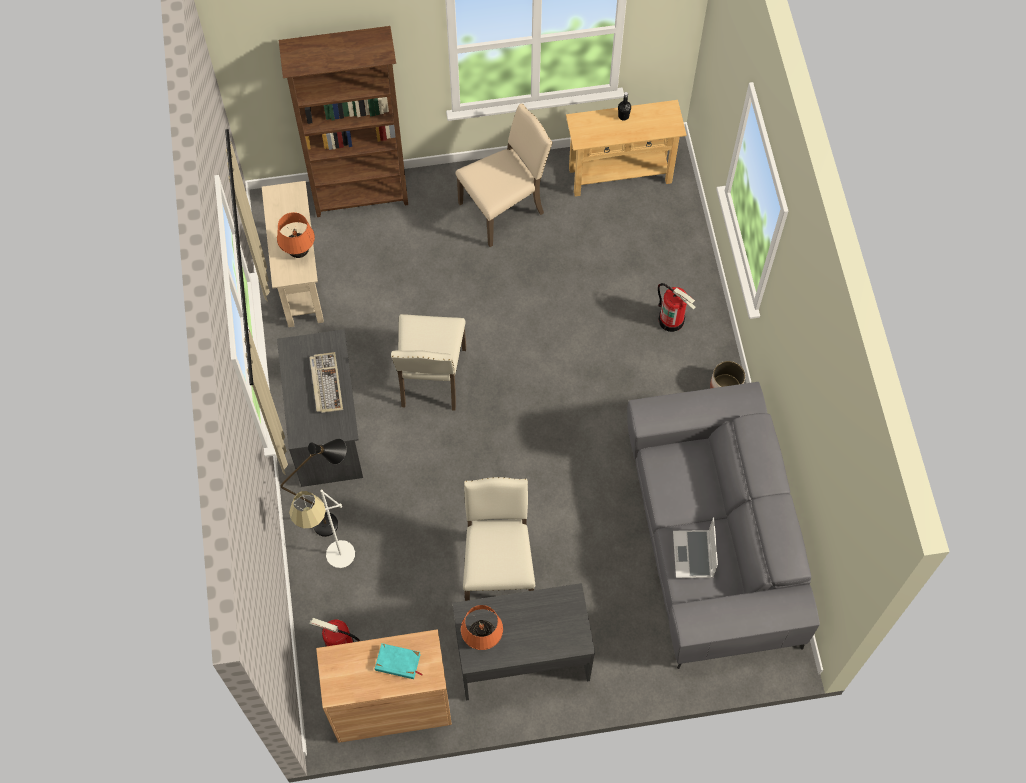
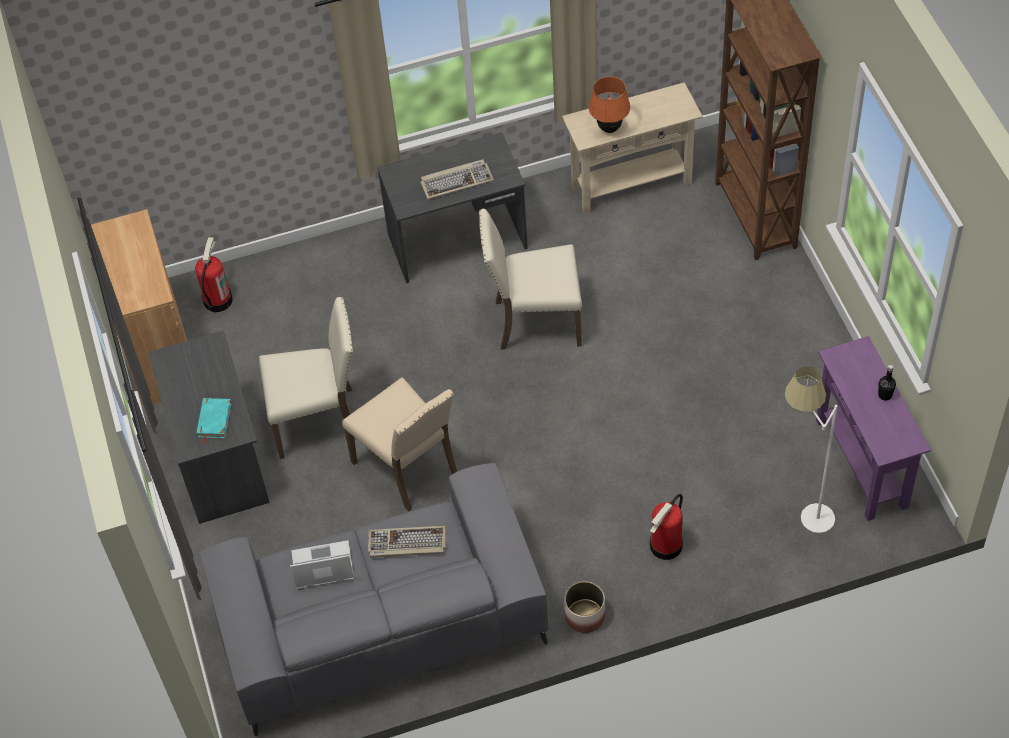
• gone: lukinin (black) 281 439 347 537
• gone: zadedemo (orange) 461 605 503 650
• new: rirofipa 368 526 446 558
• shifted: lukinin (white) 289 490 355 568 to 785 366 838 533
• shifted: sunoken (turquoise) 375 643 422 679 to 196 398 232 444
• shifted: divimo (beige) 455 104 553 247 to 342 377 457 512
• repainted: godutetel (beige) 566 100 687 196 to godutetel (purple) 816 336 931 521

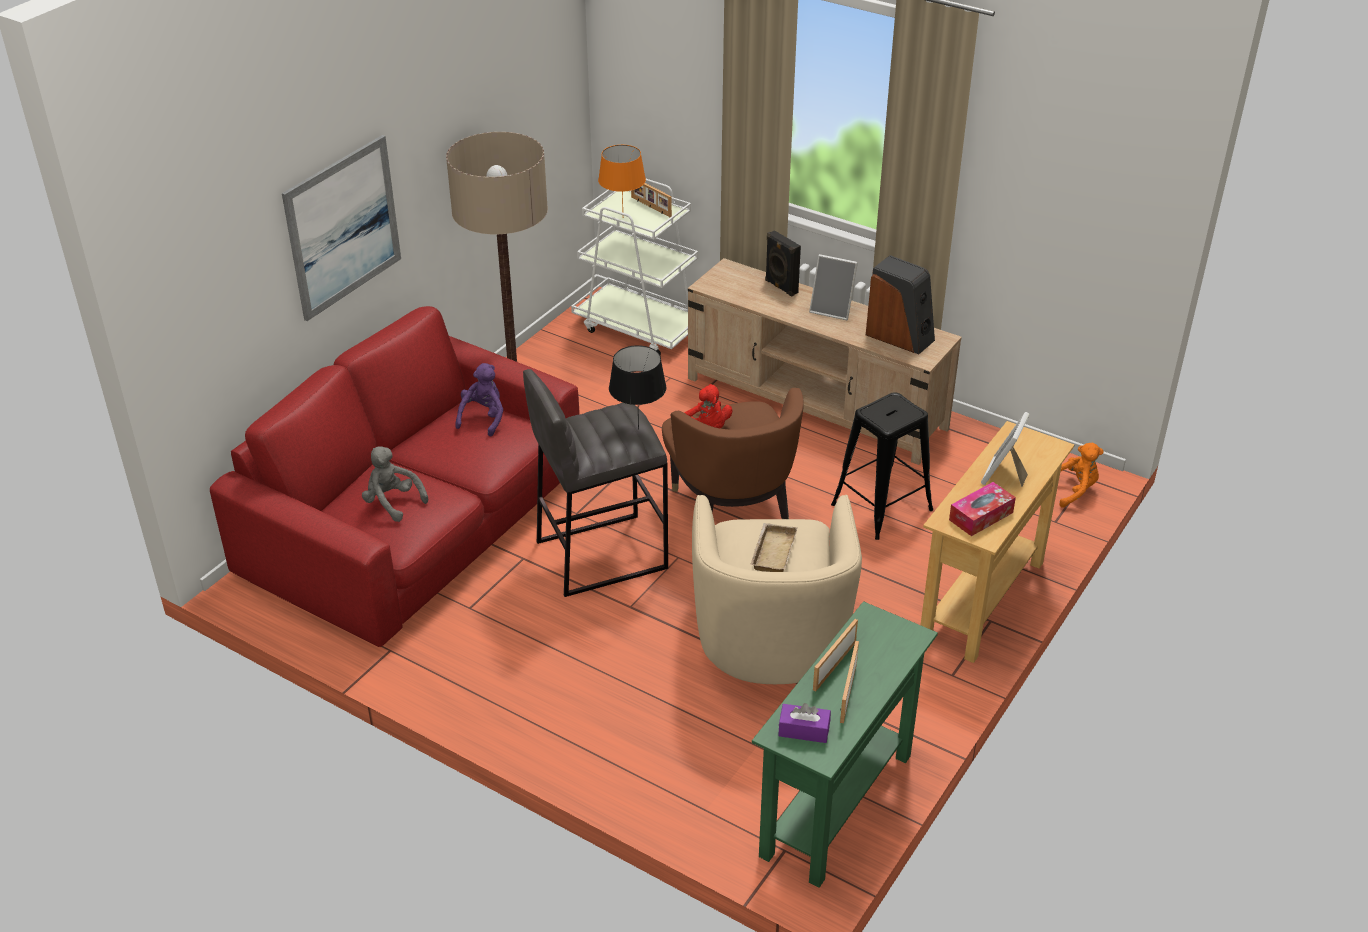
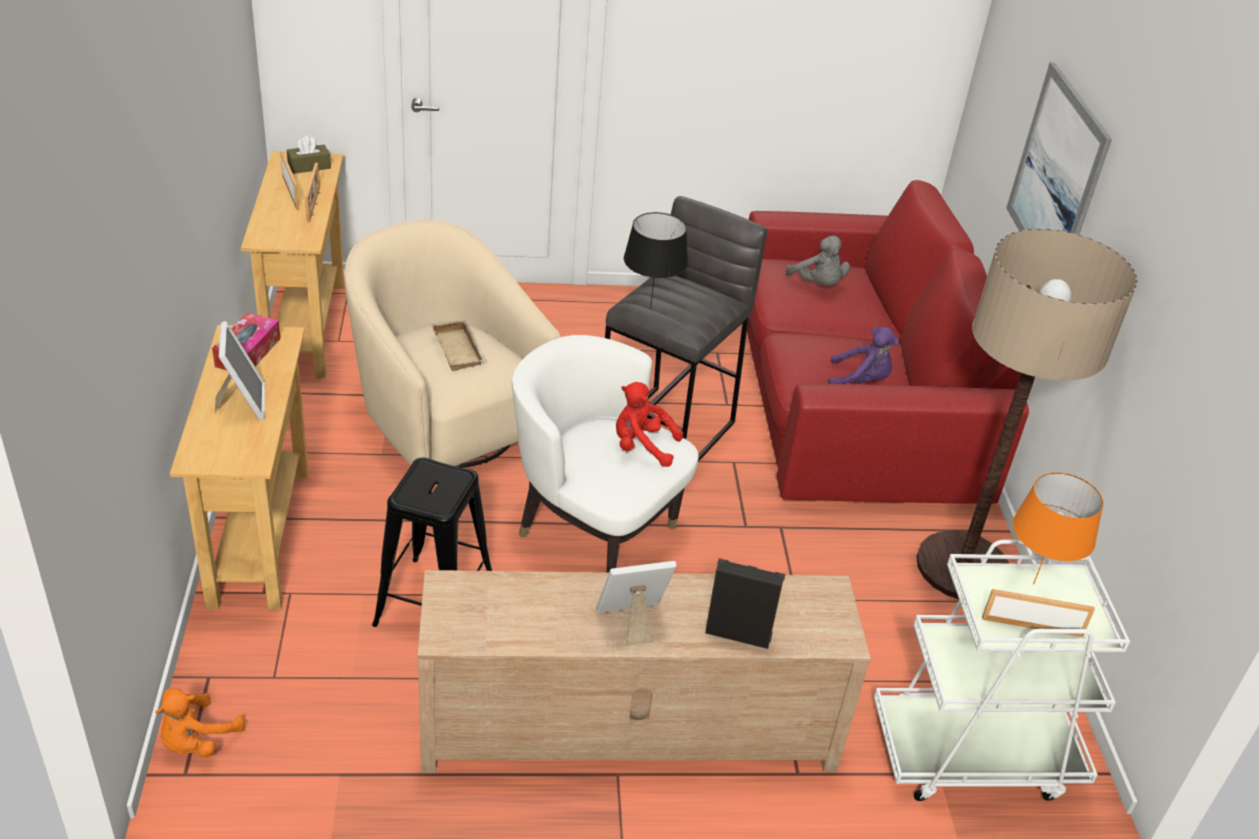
• gone: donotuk 866 255 935 354
• repainted: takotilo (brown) 662 388 804 519 to takotilo (white) 512 335 699 573
• repainted: godutetel (green) 752 601 938 888 to godutetel (beige) 241 151 344 379
• repainted: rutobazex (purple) 778 703 831 743 to rutobazex (brown) 287 136 331 174
• rotated: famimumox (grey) 362 446 428 522 = 786 235 850 286 60 degrees clockwise
• rotated: famimumox (purple) 455 363 503 436 = 828 327 899 384 60 degrees counterclockwise

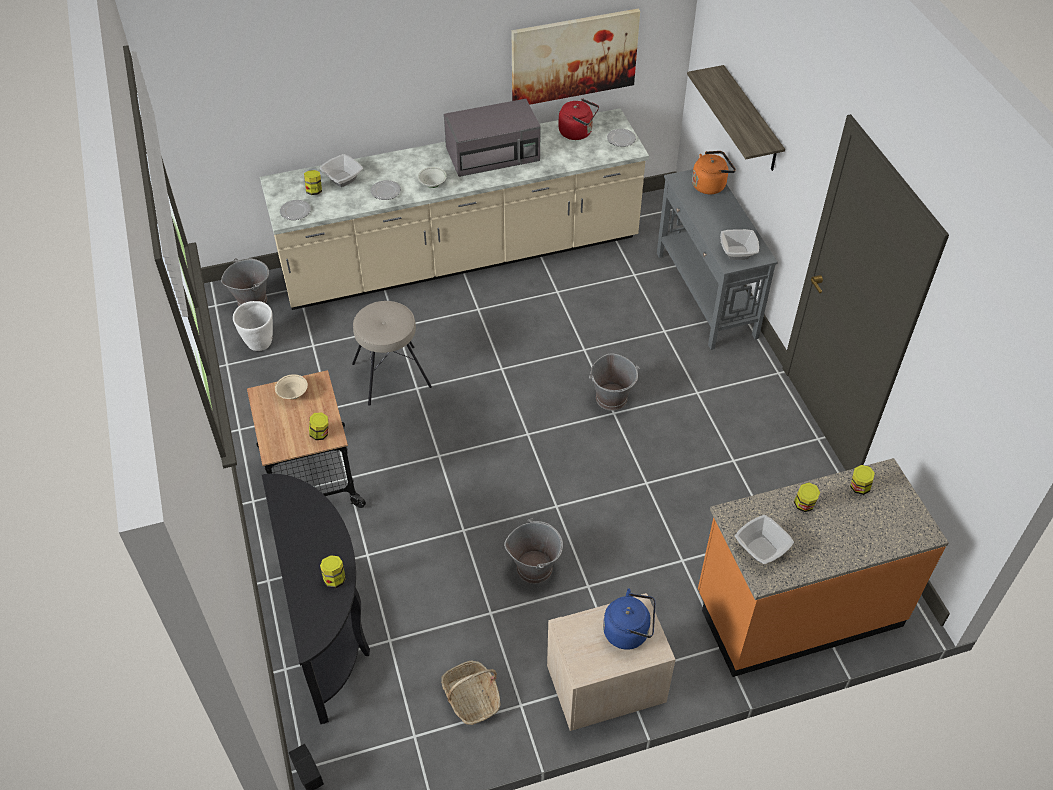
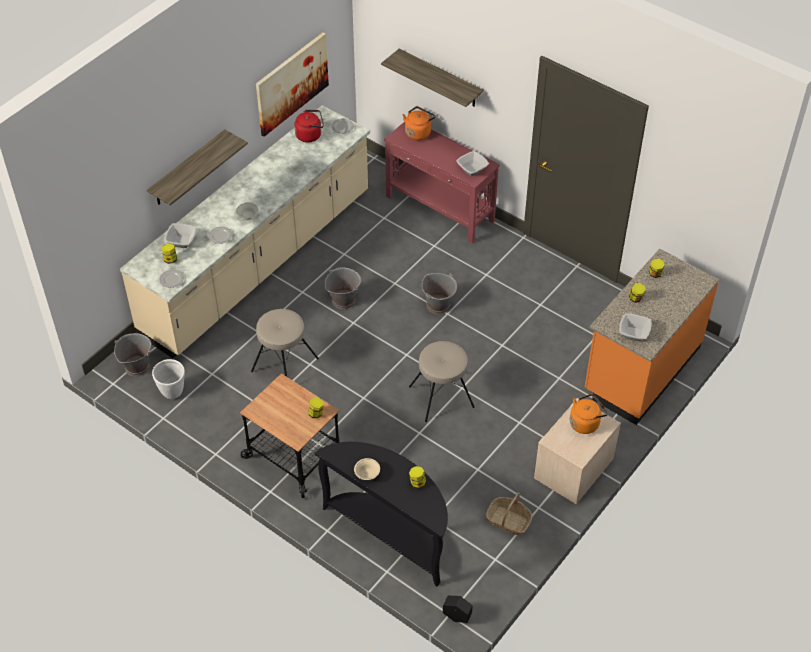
• gone: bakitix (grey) 444 99 541 177
• new: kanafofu 147 130 248 205
• new: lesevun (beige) 409 341 474 422
• shifted: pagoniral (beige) 275 374 308 399 to 354 458 380 480
• shifted: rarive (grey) 504 519 563 584 to 325 267 361 309
• repainted: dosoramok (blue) 603 589 655 650 to dosoramok (orange) 570 394 608 434
• repainted: godutetel (grey) 657 169 778 350 to godutetel (red) 384 122 500 243

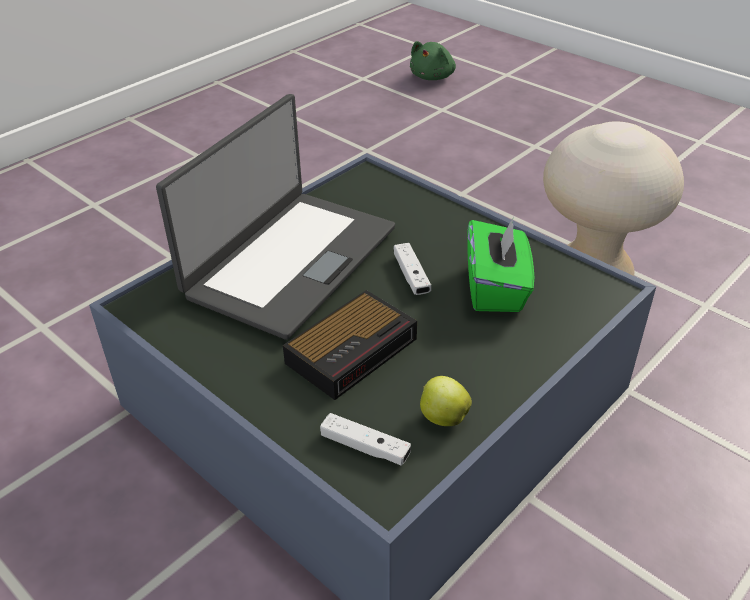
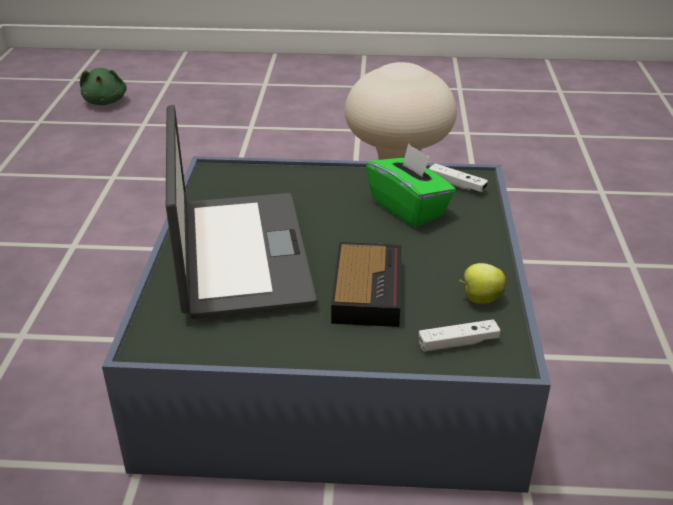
• shifted: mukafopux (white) 394 243 431 295 to 429 163 488 192

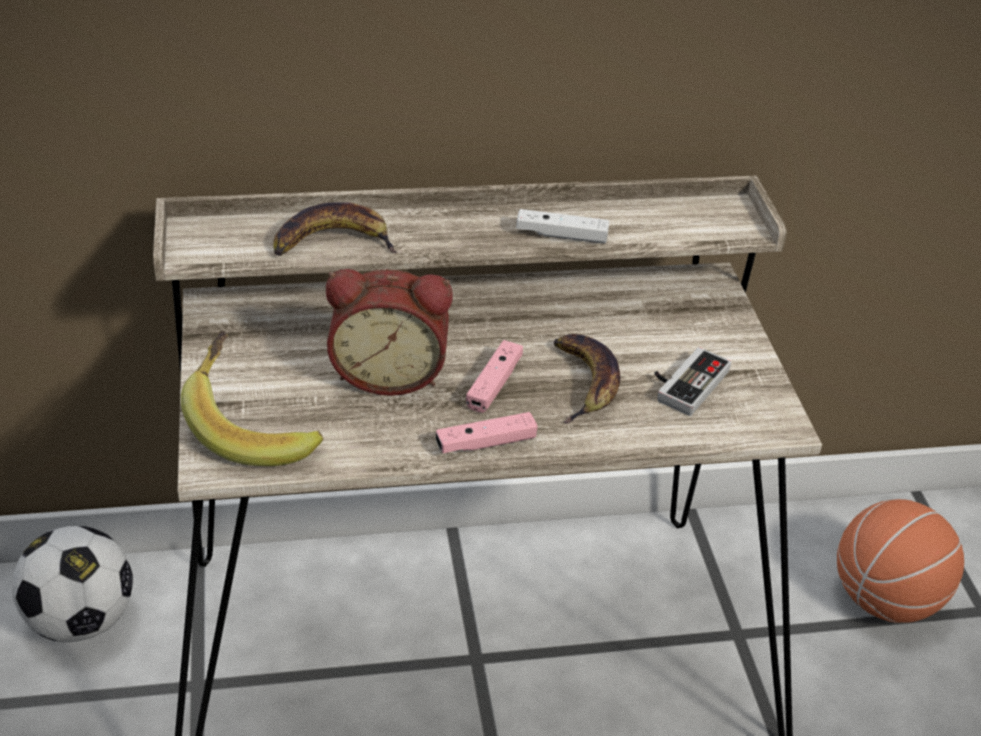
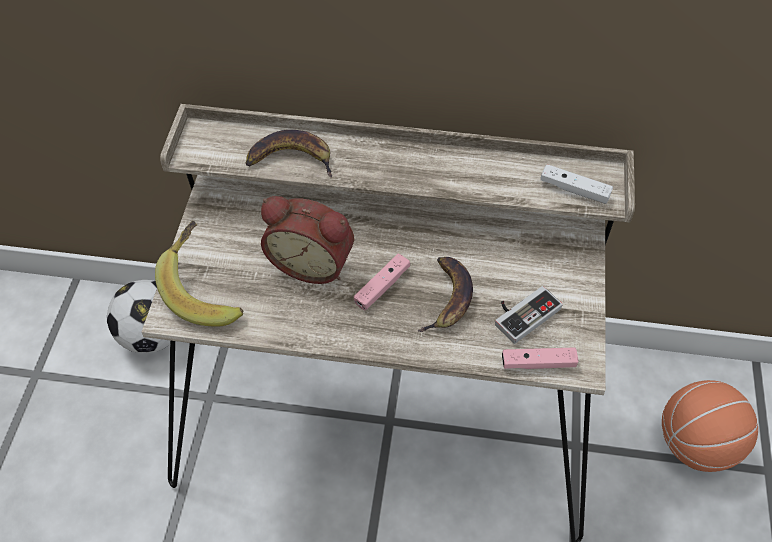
• shifted: mukafopux (pink) 436 412 538 453 to 502 347 578 369
• shifted: mukafopux (white) 516 209 609 244 to 540 164 613 204

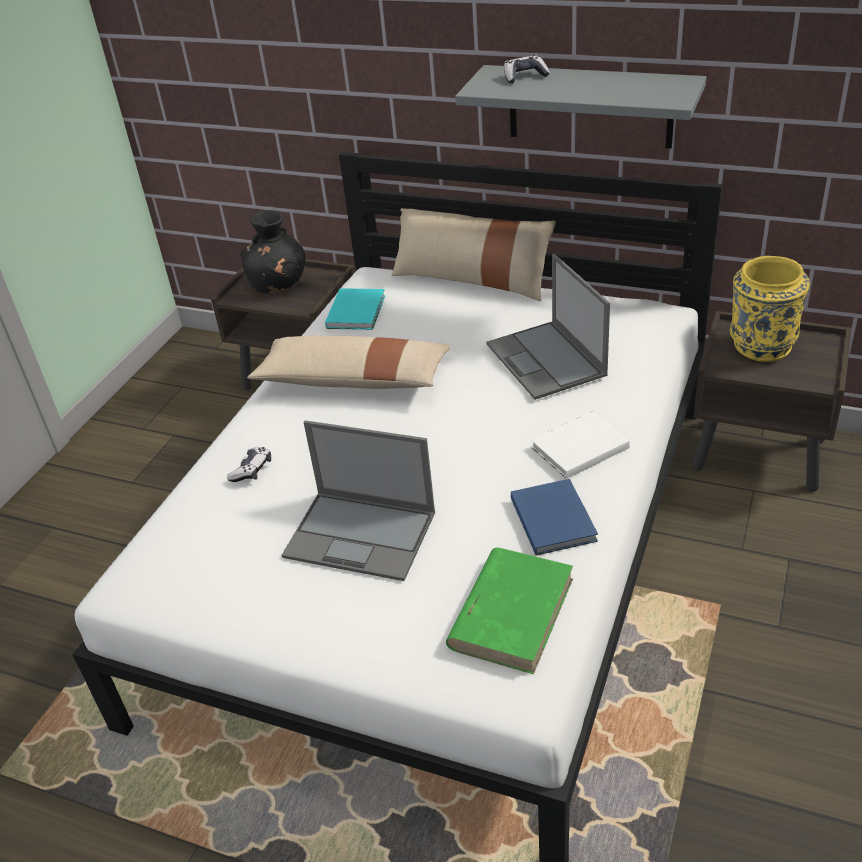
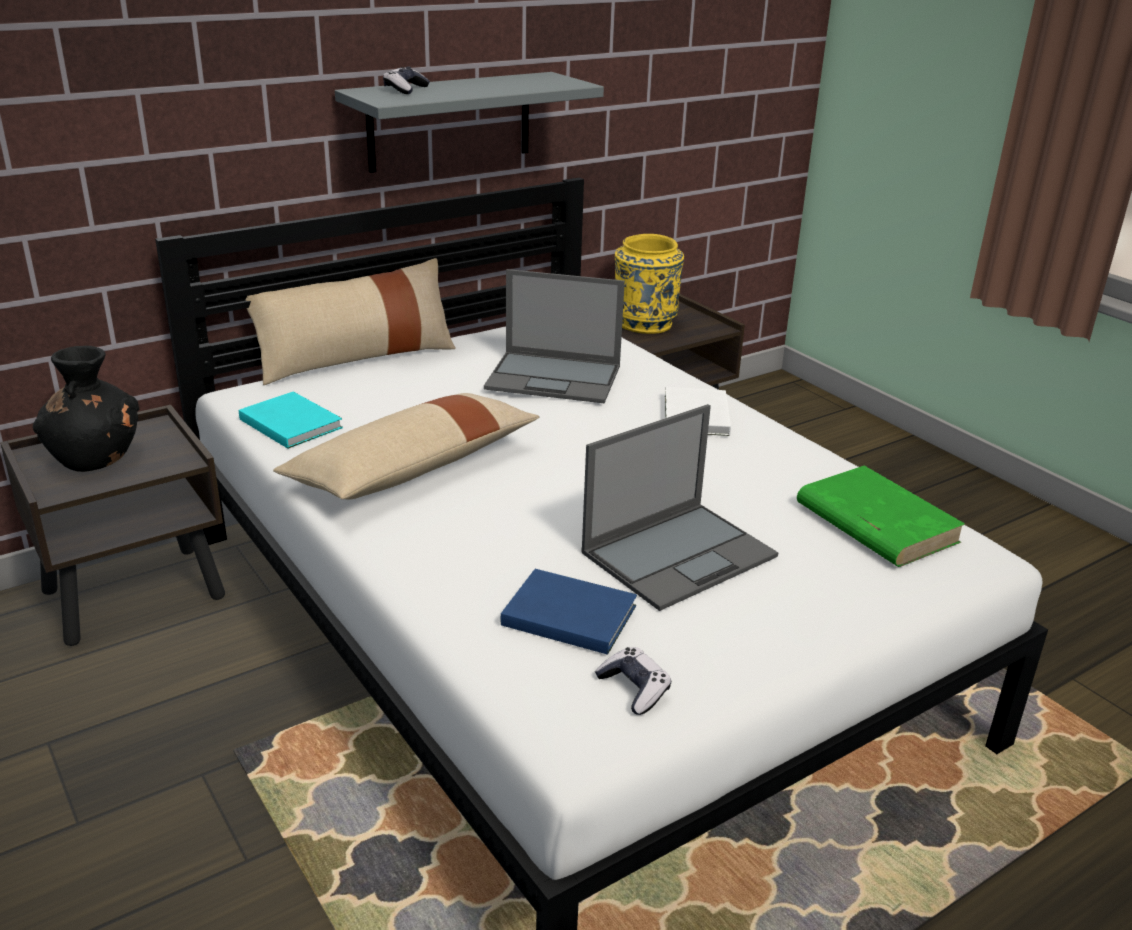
• shifted: mukafopux 227 447 271 482 to 595 647 671 715
• shifted: sunoken (blue) 511 479 598 556 to 501 569 637 655

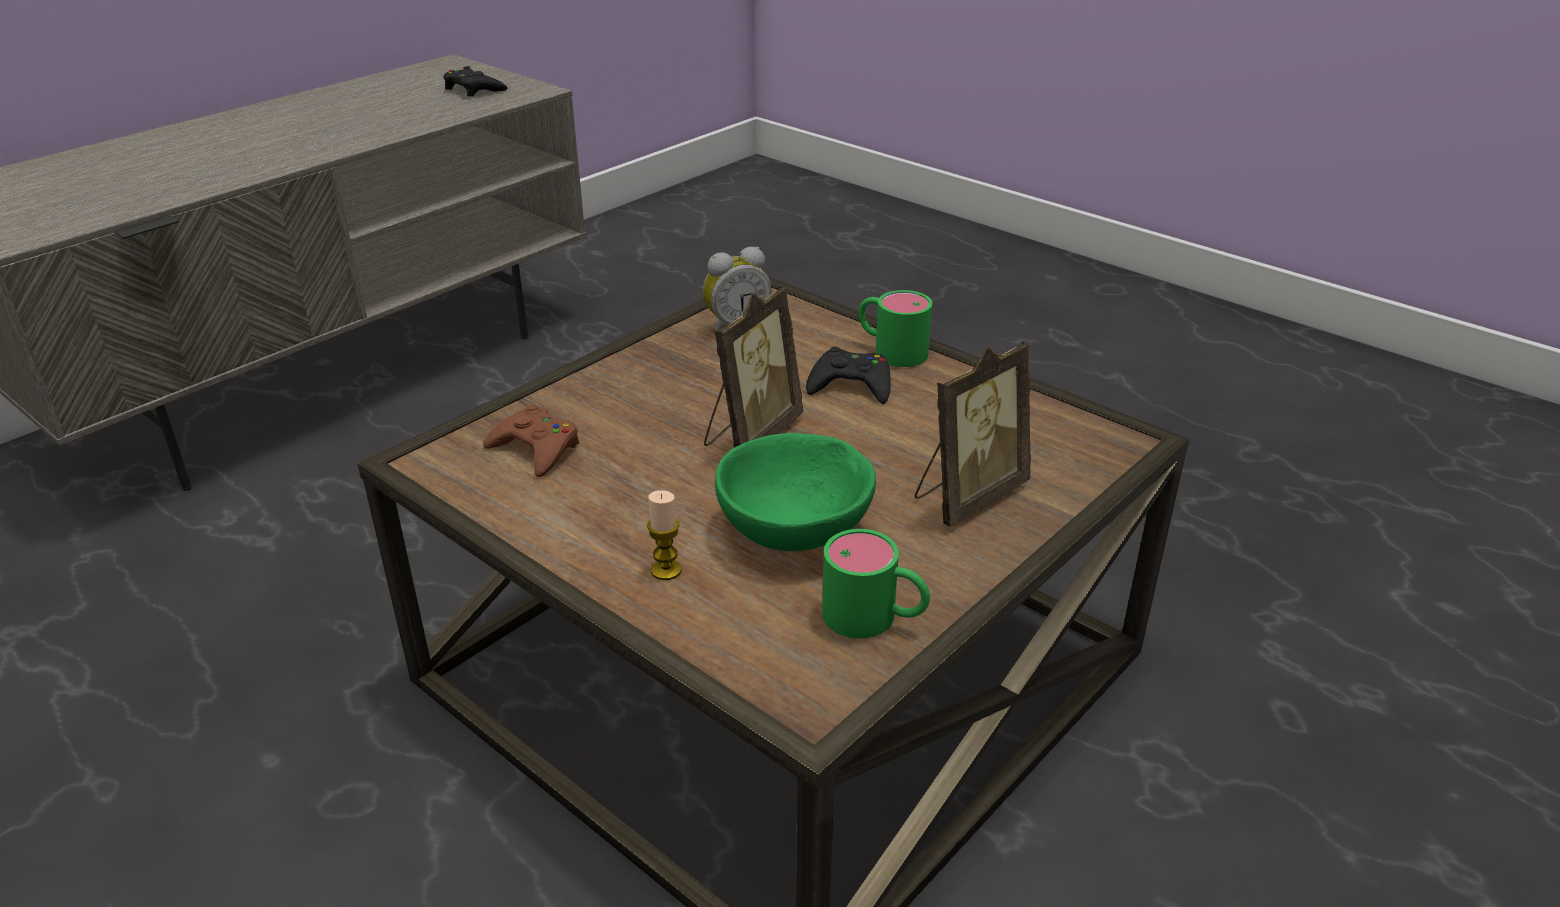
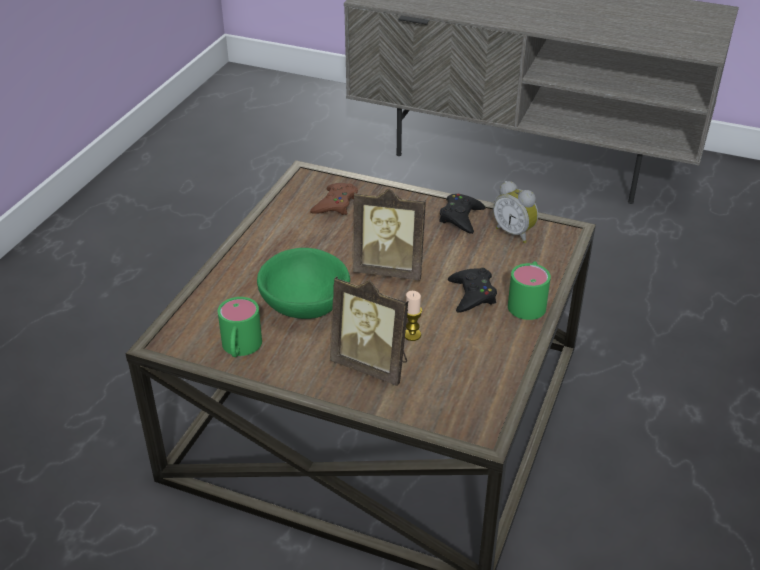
• shifted: mukafopux (black) 443 66 507 97 to 439 194 485 234
• shifted: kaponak 647 490 682 580 to 405 291 422 341

